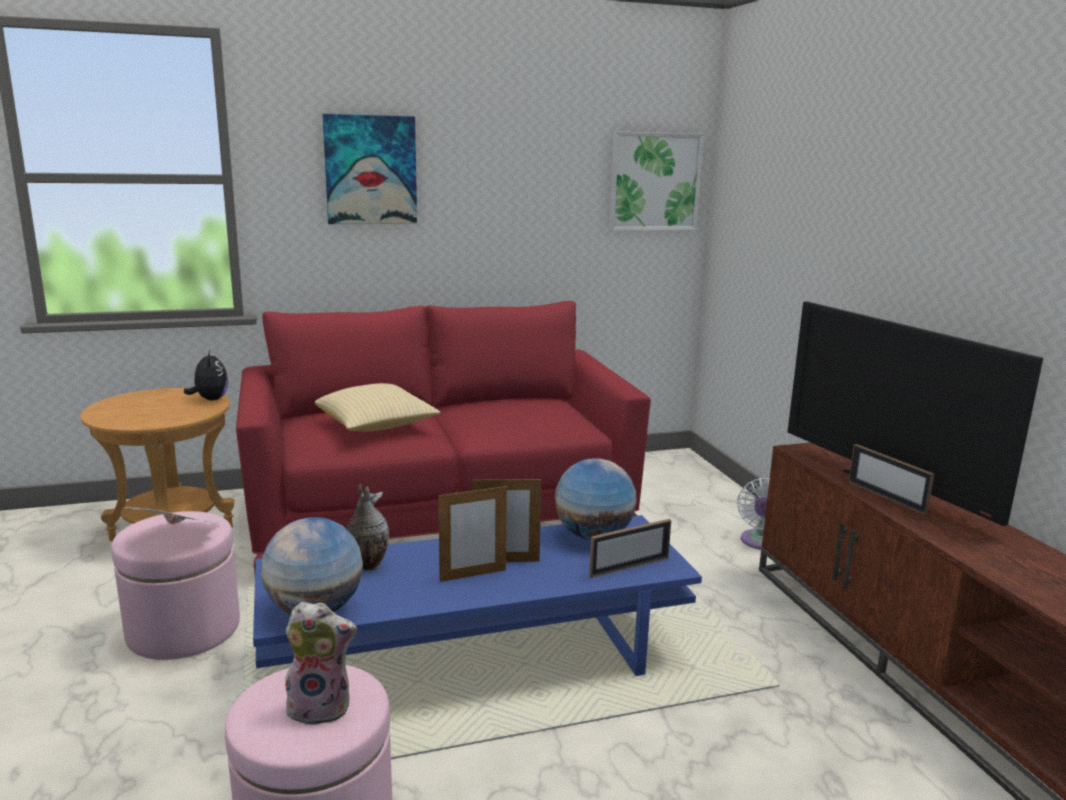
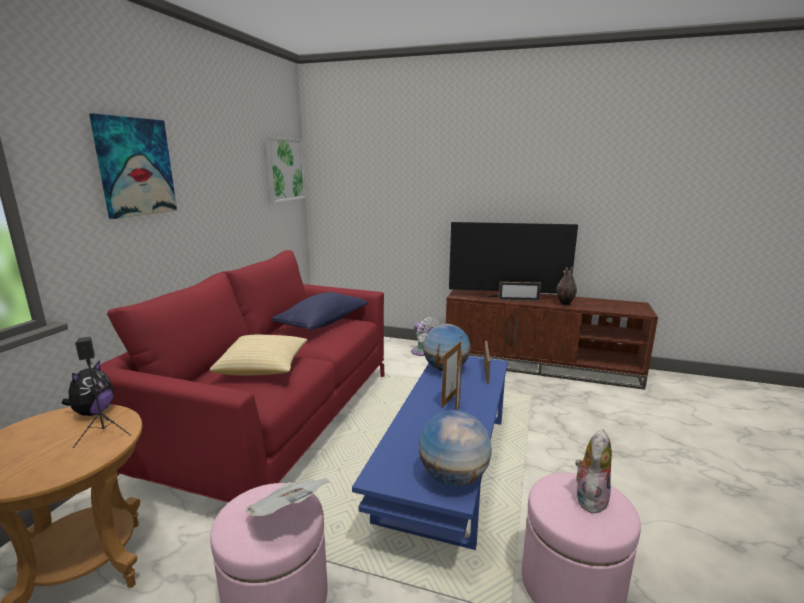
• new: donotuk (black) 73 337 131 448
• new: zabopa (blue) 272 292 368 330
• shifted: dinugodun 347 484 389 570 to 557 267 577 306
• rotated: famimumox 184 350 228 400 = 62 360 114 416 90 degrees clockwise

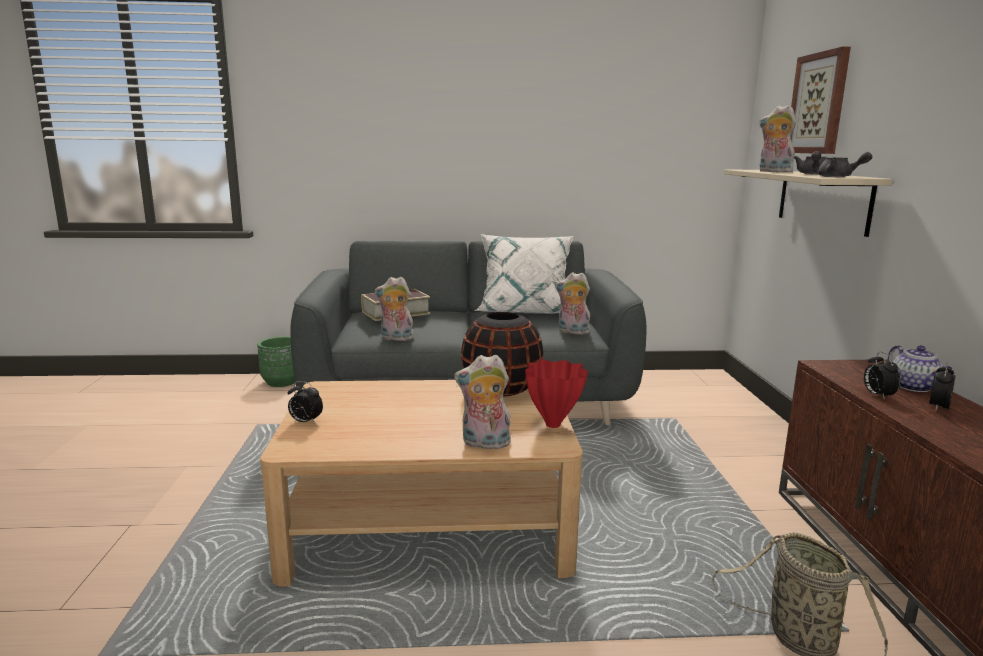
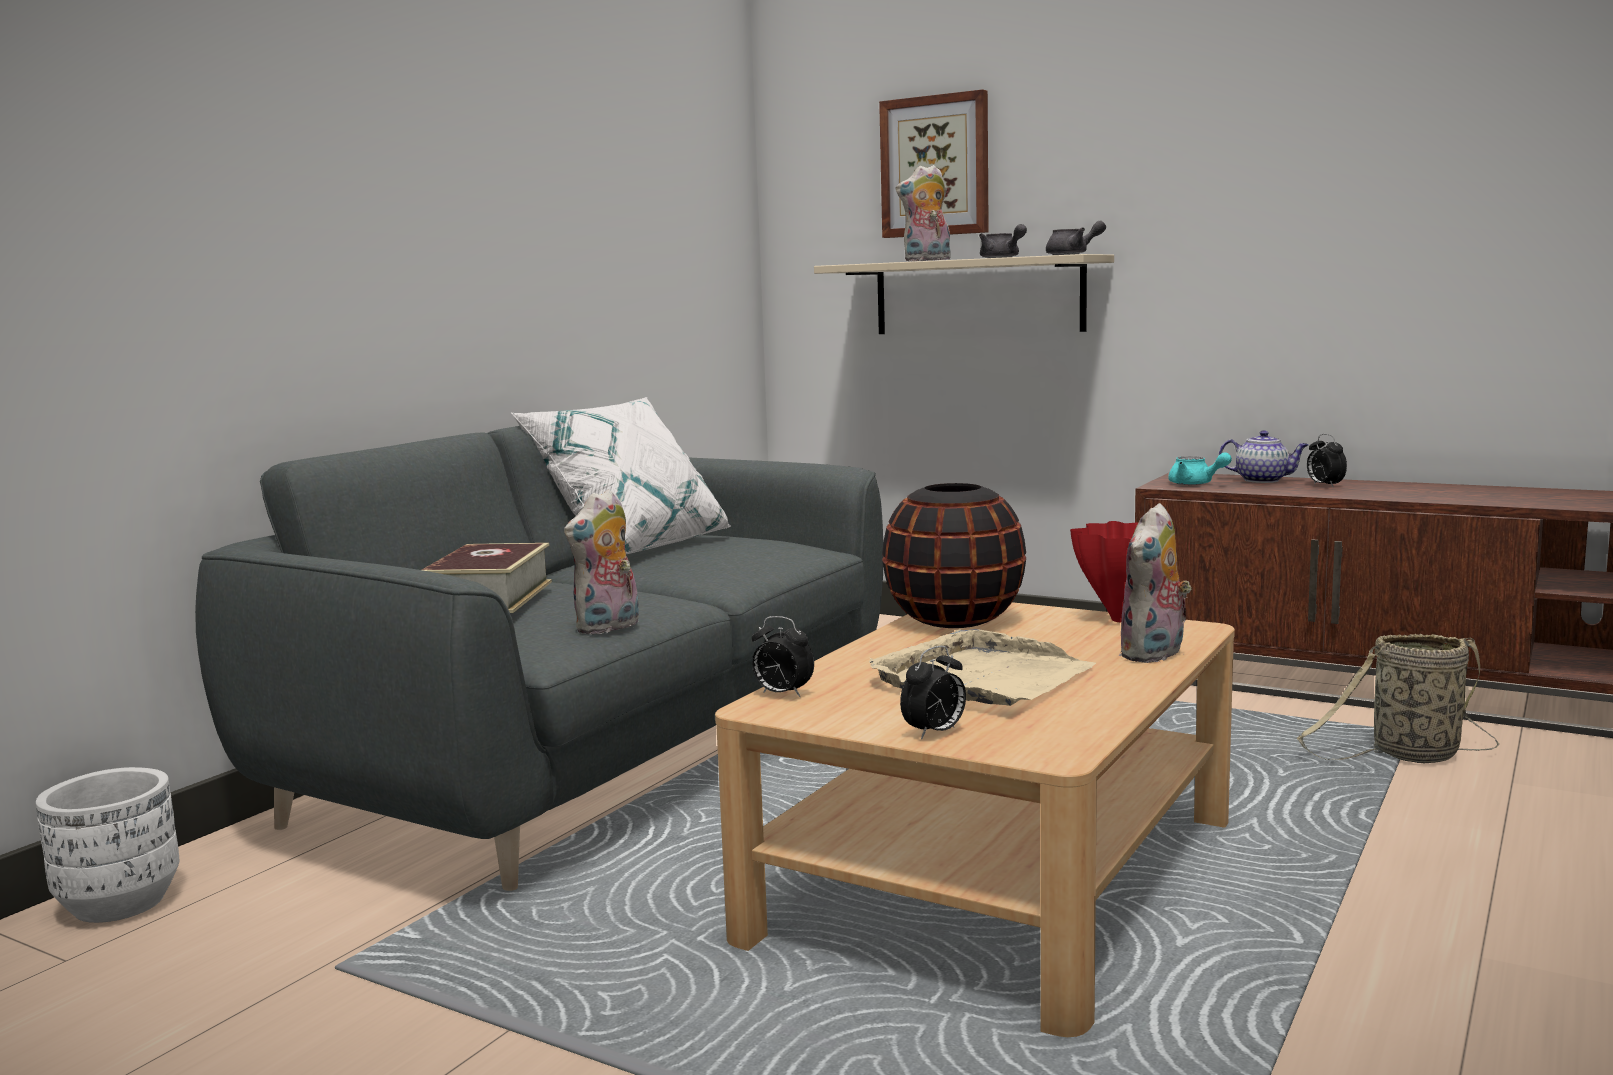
• gone: famimumox 555 272 591 335
• new: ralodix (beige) 869 629 1096 706
• new: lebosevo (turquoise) 1168 452 1232 485
• shifted: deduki 864 352 900 400 to 752 616 814 697
• repainted: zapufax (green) 257 337 295 387 to zapufax (white) 36 767 180 923

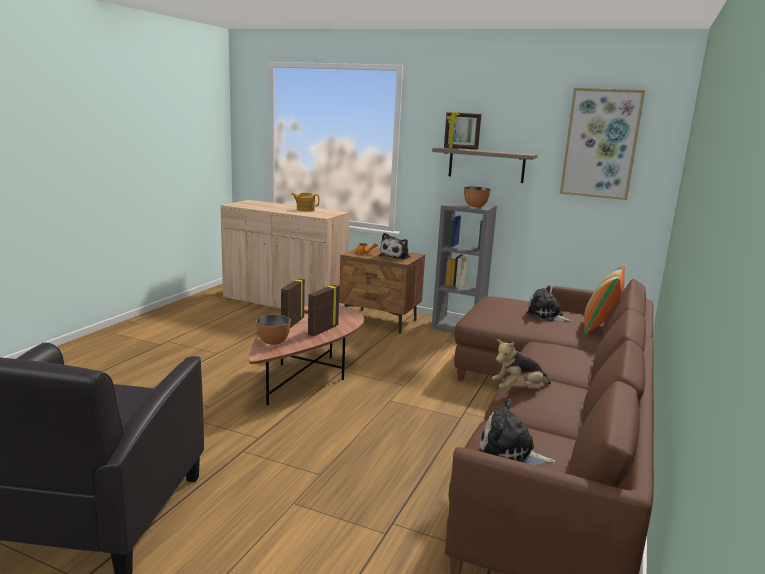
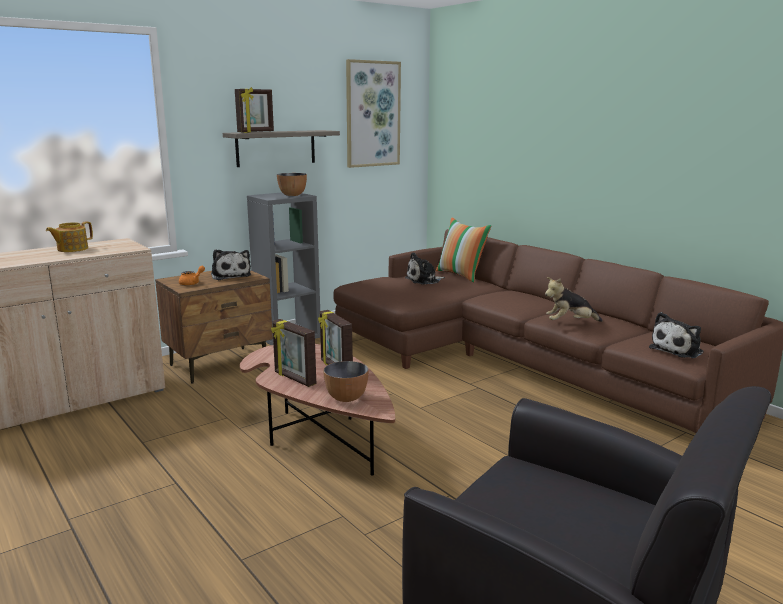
• rotated: famimumox 492 339 551 389 = 545 277 603 322 75 degrees clockwise

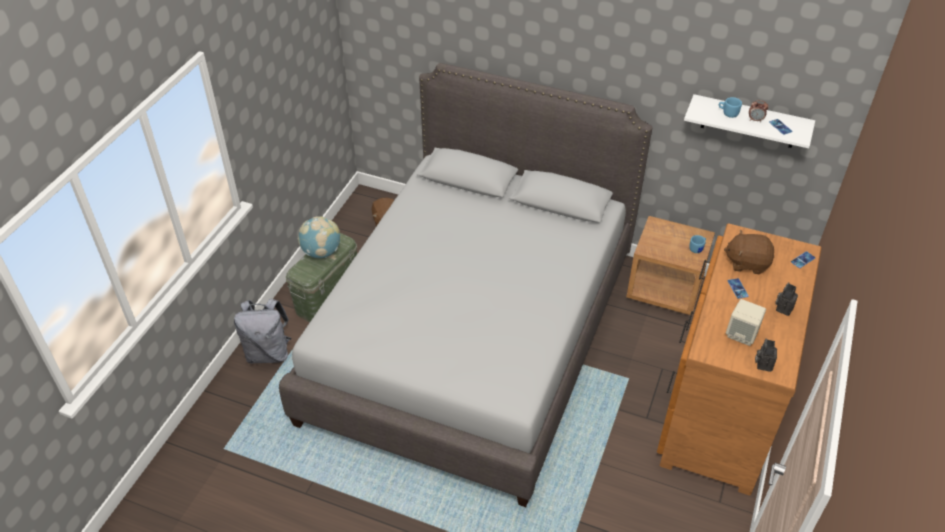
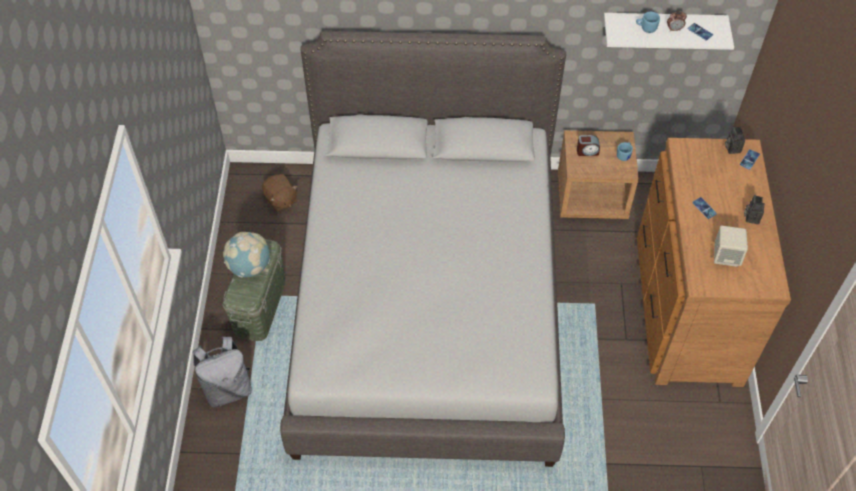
• gone: famimumox (brown) 724 229 774 274
• new: deduki 577 135 600 156
• shifted: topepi 755 338 777 372 to 725 126 745 154

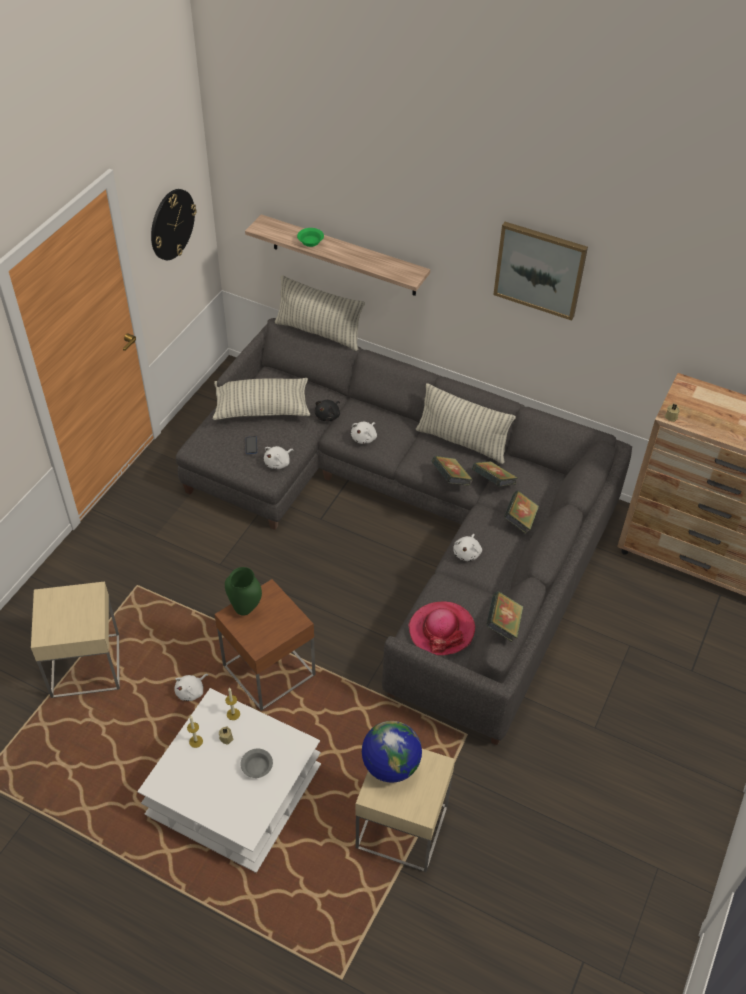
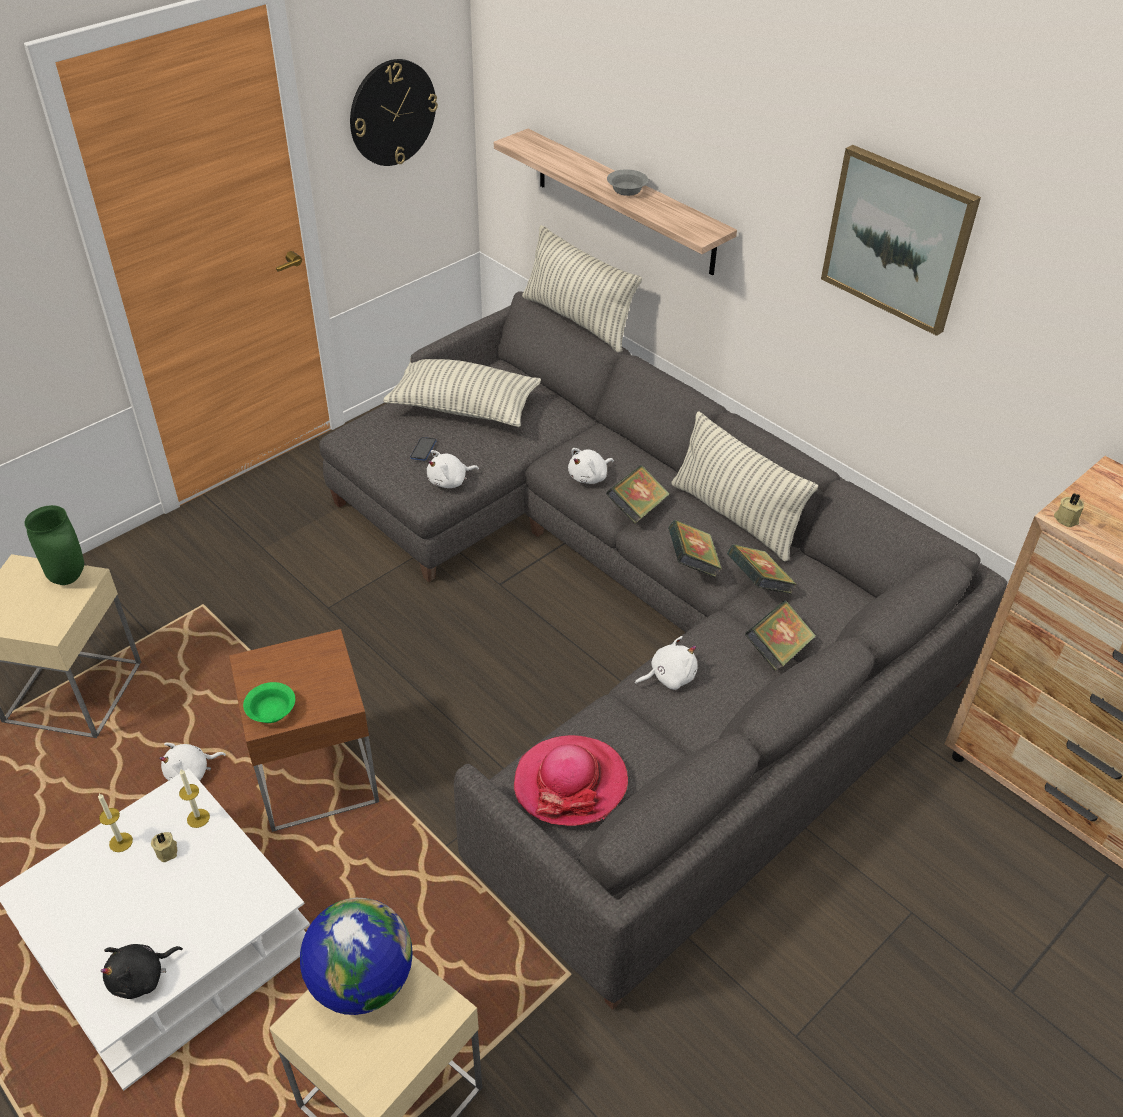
• shifted: dinugodun (green) 225 567 262 616 to 24 505 84 585
• shifted: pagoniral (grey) 240 749 273 778 to 607 169 649 196
• shifted: pagoniral (green) 297 228 324 247 to 243 682 295 723
• shifted: famimumox (black) 315 400 340 421 to 100 944 183 999
• shifted: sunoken 486 591 523 642 to 606 465 670 524
• rotated: famimumox (white) 453 534 482 561 = 635 636 698 690 150 degrees counterclockwise

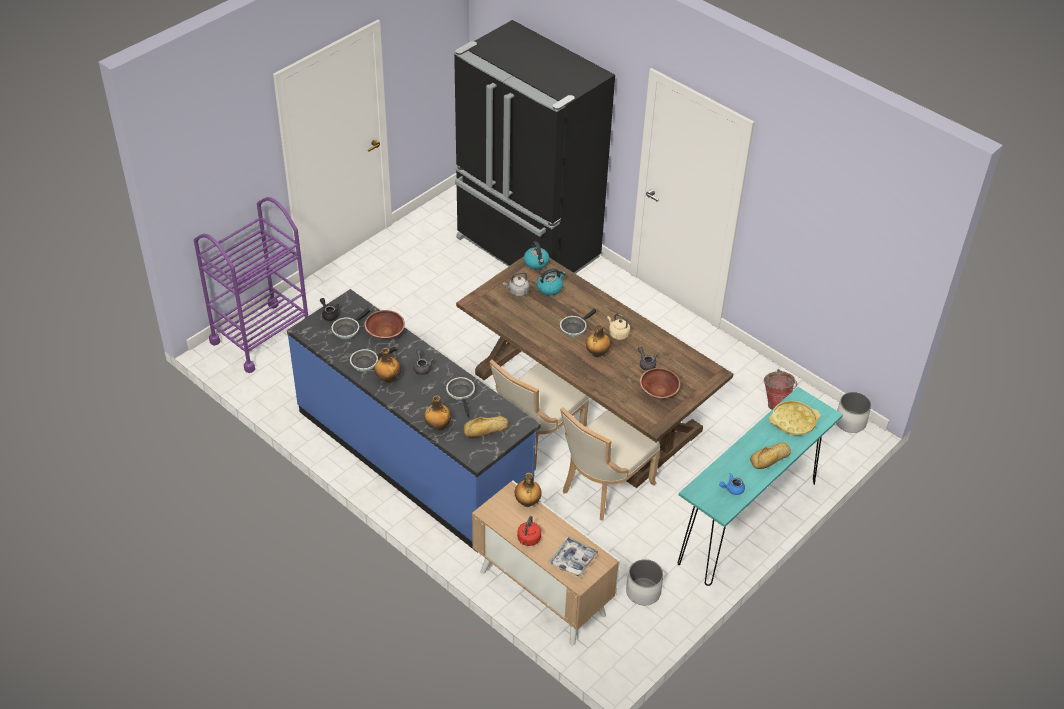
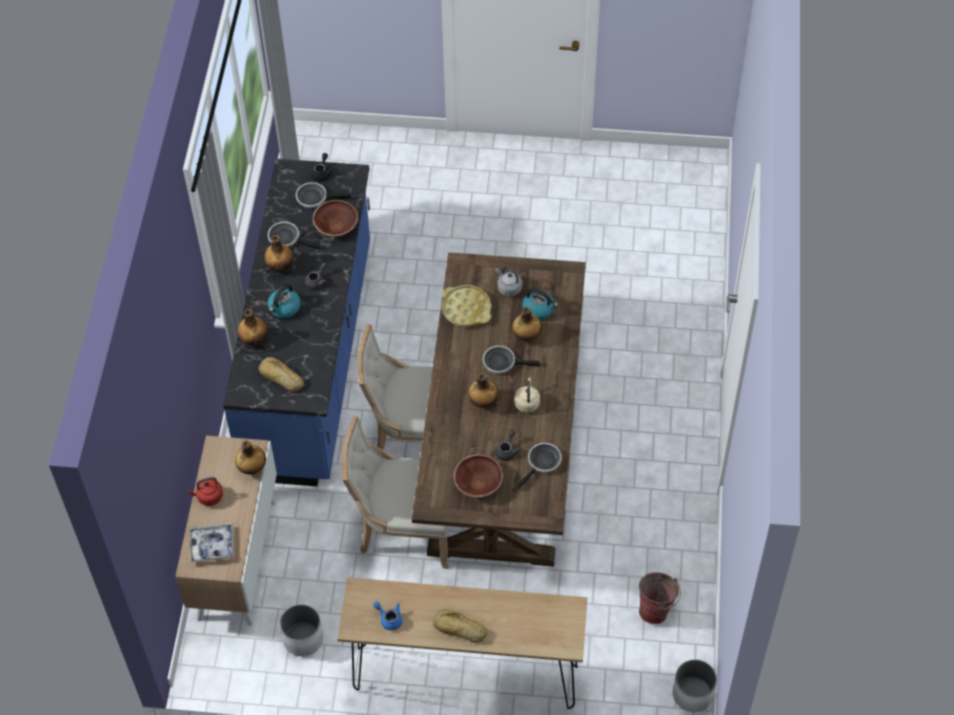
• gone: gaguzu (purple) 194 197 308 373
• gone: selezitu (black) 454 20 615 274
• new: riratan 512 307 542 342
• shifted: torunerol 446 377 475 417 to 517 443 562 489
• shifted: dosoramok 524 241 550 269 to 268 284 301 318
• shifted: ralodix (yellow) 769 401 820 436 to 442 285 491 327
• repainted: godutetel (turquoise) 678 387 843 586 to godutetel (brown) 337 577 587 709

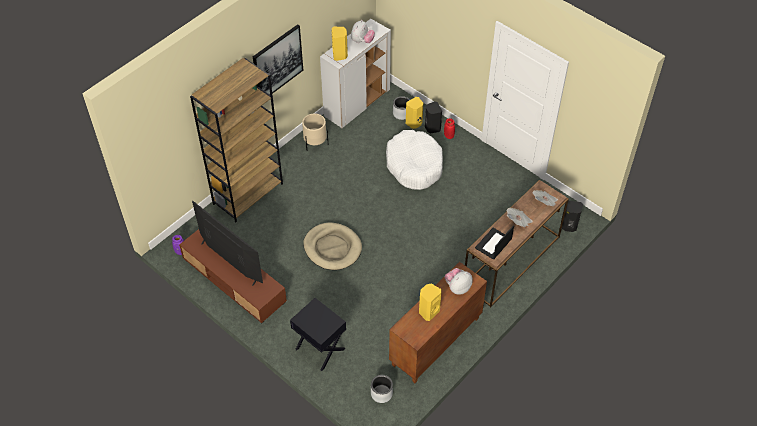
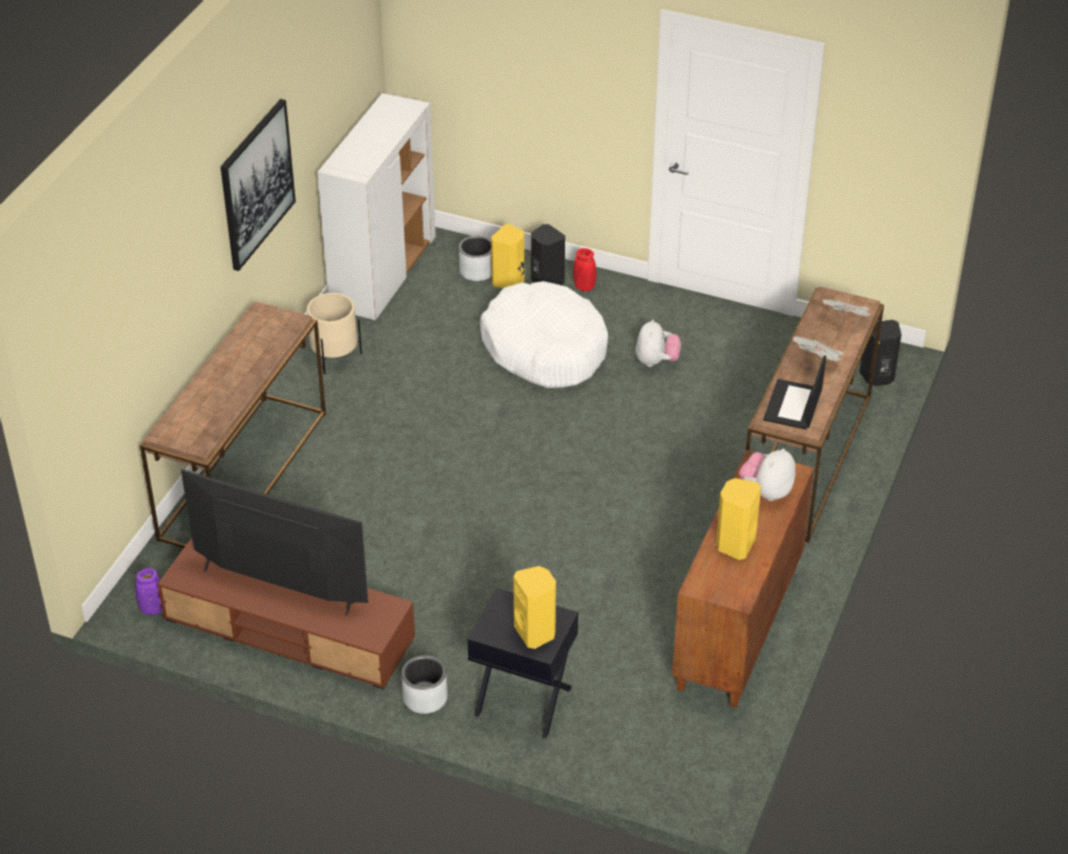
• gone: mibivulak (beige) 303 223 362 270
• shifted: donotuk (yellow) 332 27 348 61 to 513 566 556 649
• shifted: famimumox 351 20 375 43 to 636 319 681 367
• shifted: zapufax (grey) 371 375 393 403 to 402 655 448 714
• swapped: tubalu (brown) 190 57 283 222 to godutetel (brown) 140 301 326 548

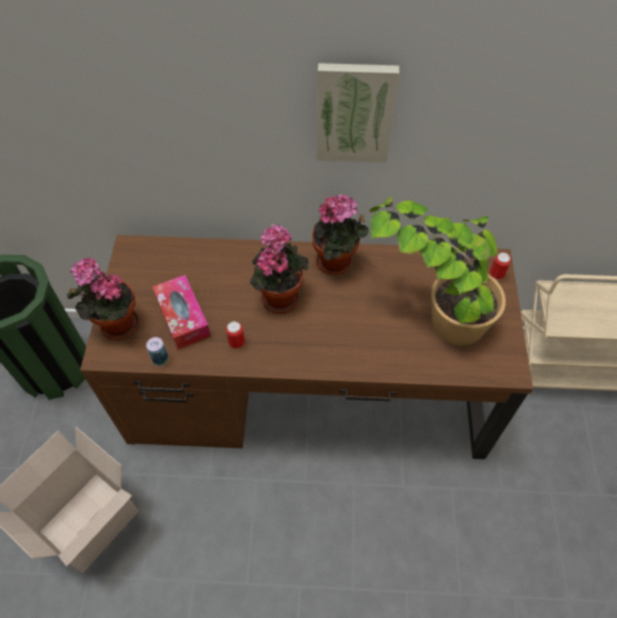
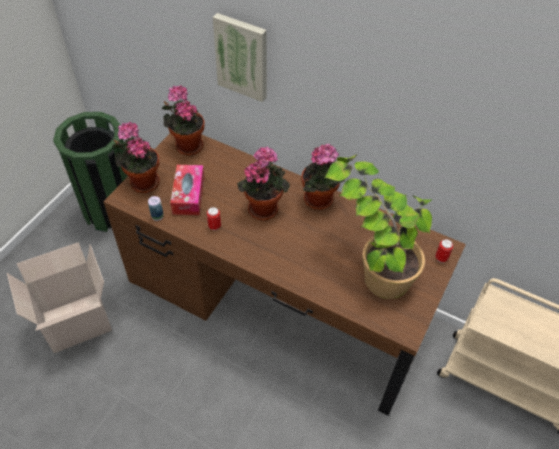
• new: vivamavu 162 85 205 156
• shifted: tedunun 317 63 399 163 to 213 13 267 102

